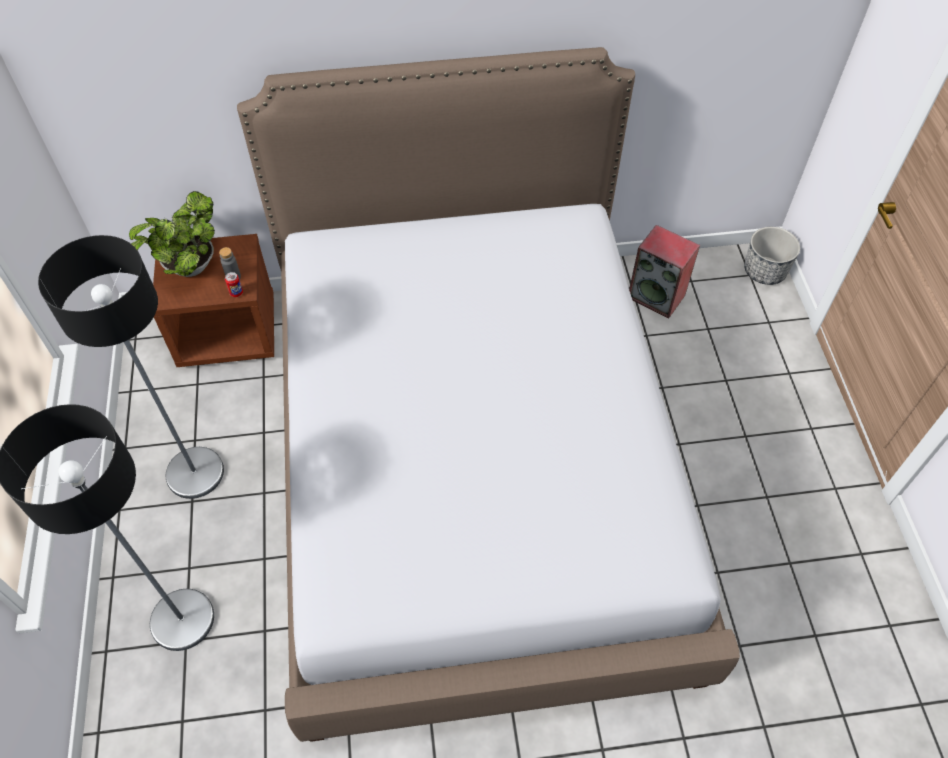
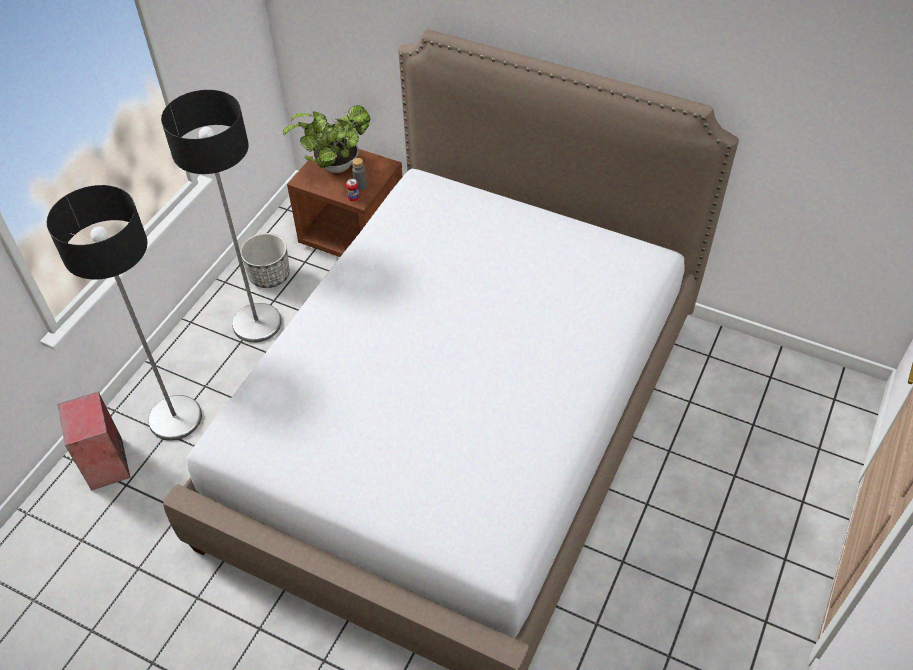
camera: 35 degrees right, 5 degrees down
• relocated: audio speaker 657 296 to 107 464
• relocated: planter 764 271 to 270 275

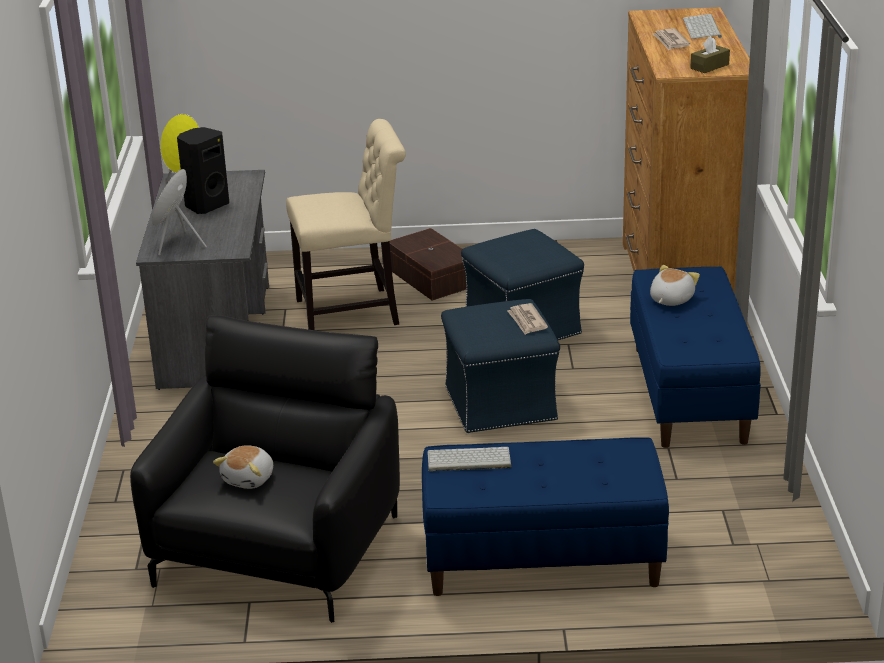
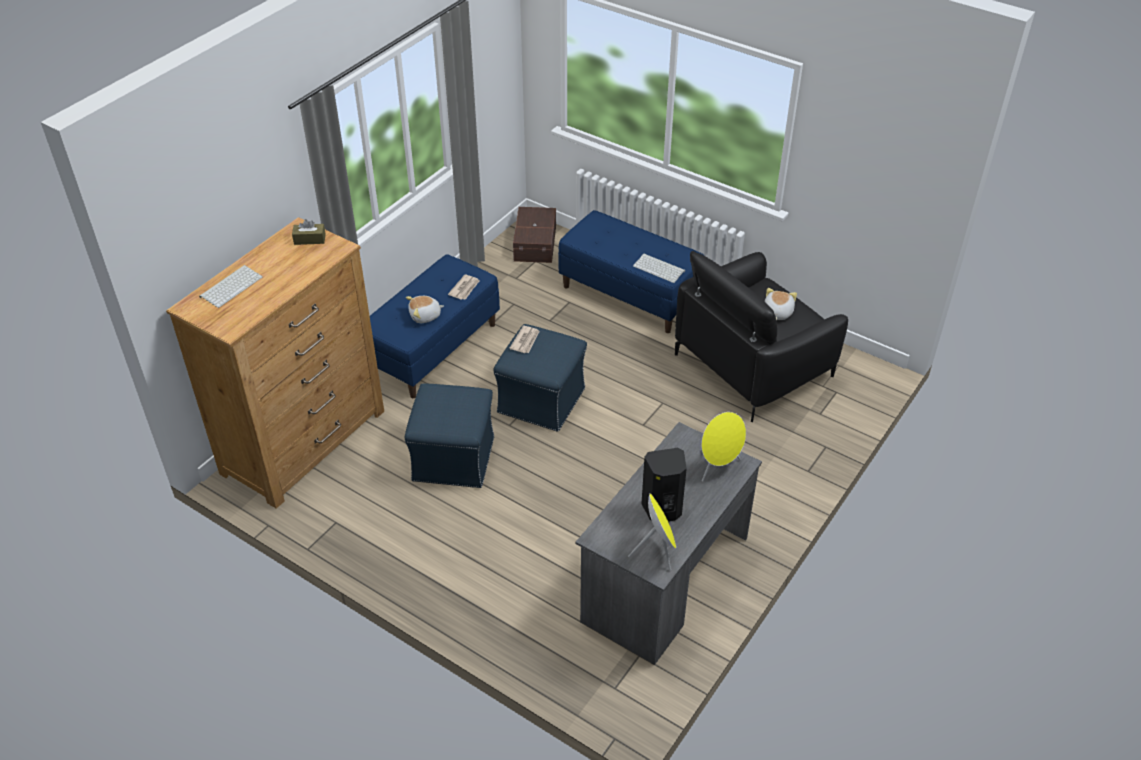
camera: 145 degrees left, 15 degrees up
• spun: soft toy 249 479 = 777 313 45 degrees counterclockwise
• missing: upright chair (sand-coloured) 354 312
• relocated: storage container (brownish) 431 278 to 536 243
• relocated: printed paper 670 41 to 465 288

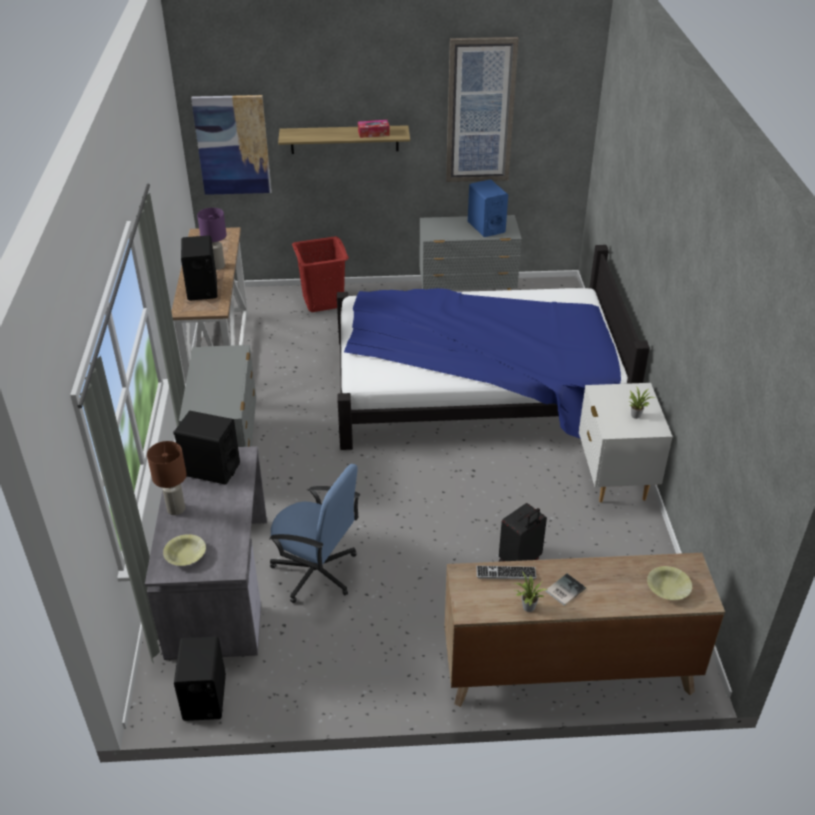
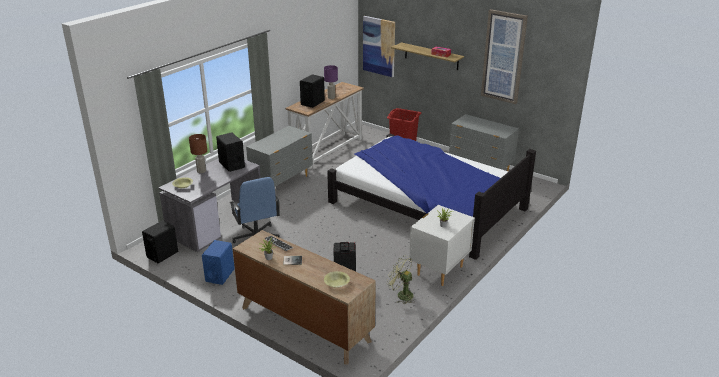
camera: 40 degrees right, 10 degrees down
• relocated: audio speaker (blue) 486 227 to 220 275
• appeared: electric fan (greenish) 401 295

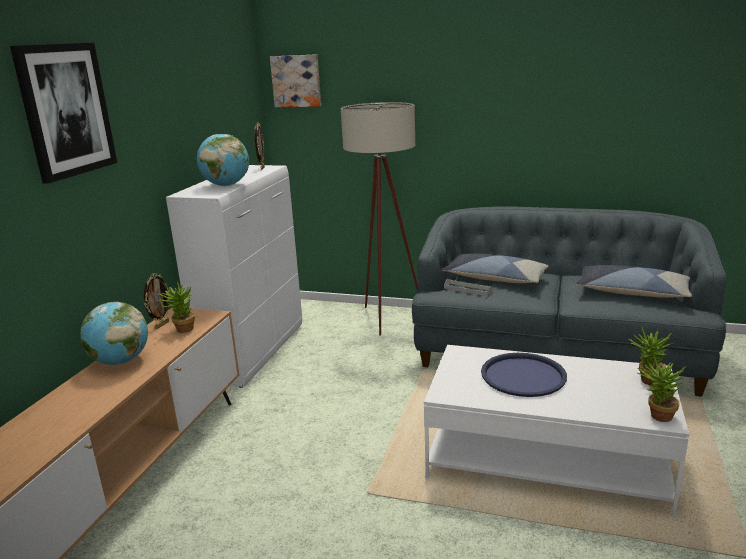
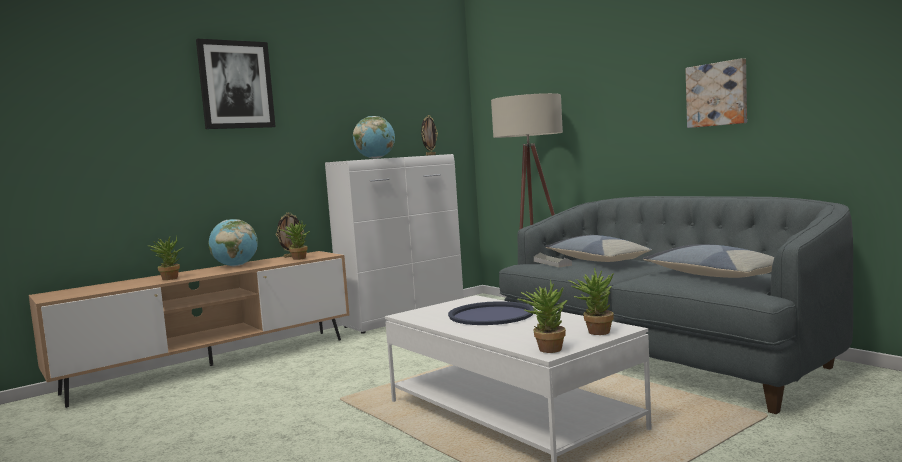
camera: 35 degrees right, 15 degrees down
• relocated: wall picture 296 81 to 717 94
• appeared: houseplant 169 278

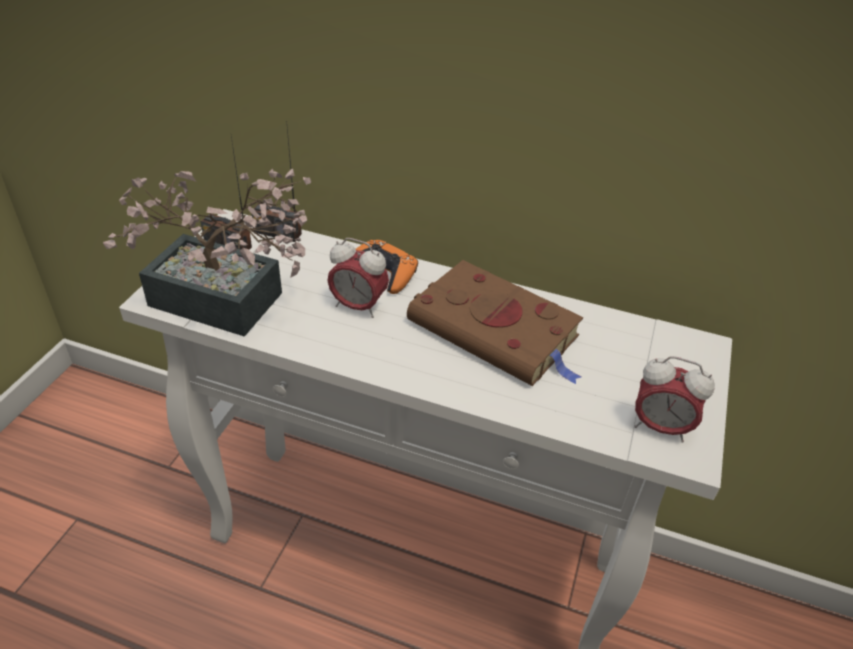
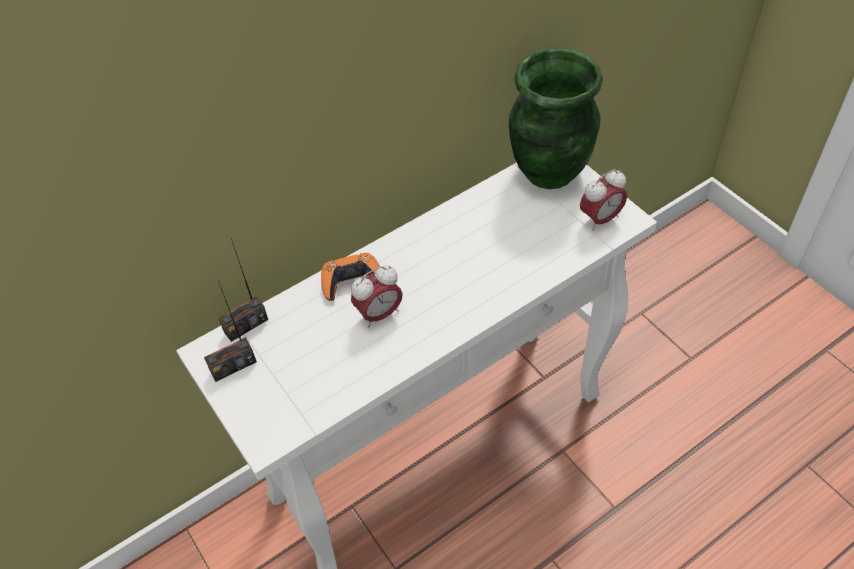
camera: 50 degrees left, 10 degrees up
• missing: houseplant 228 304
• missing: bound book (brownish) 497 331
• appeared: flower vase (greenish) 548 172

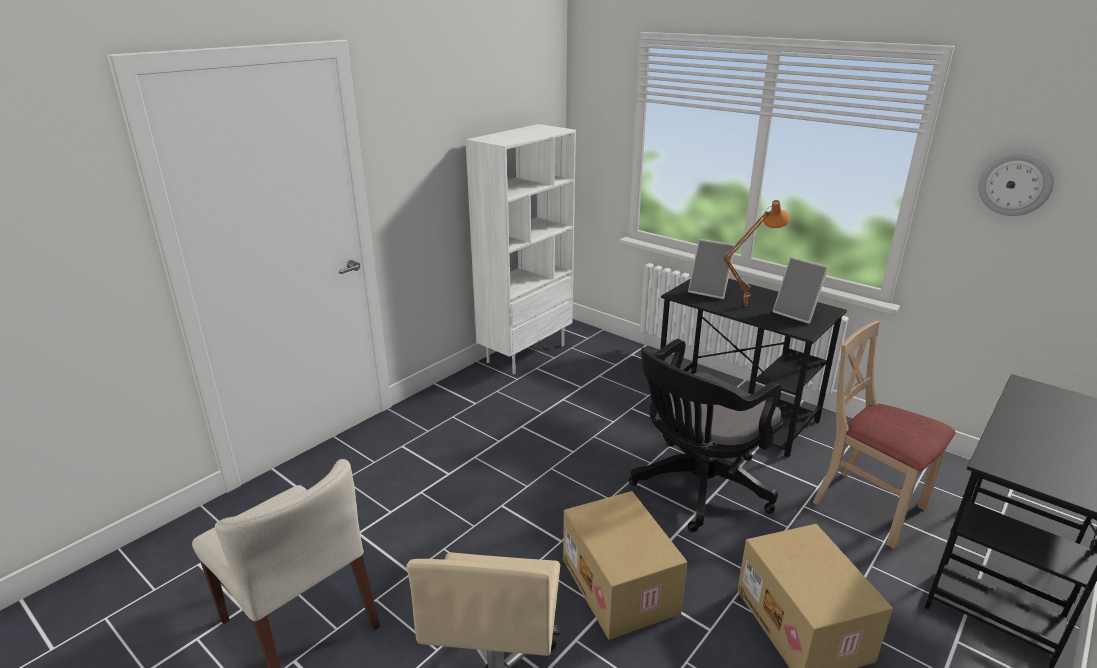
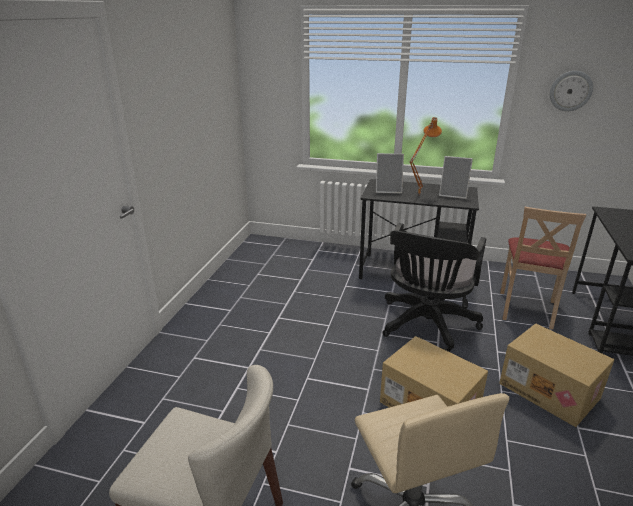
camera: 25 degrees left, 0 degrees up
• missing: bookcase (white) 525 353
• spun: upright chair (sand-coloured) 868 506 = 527 309 90 degrees counterclockwise

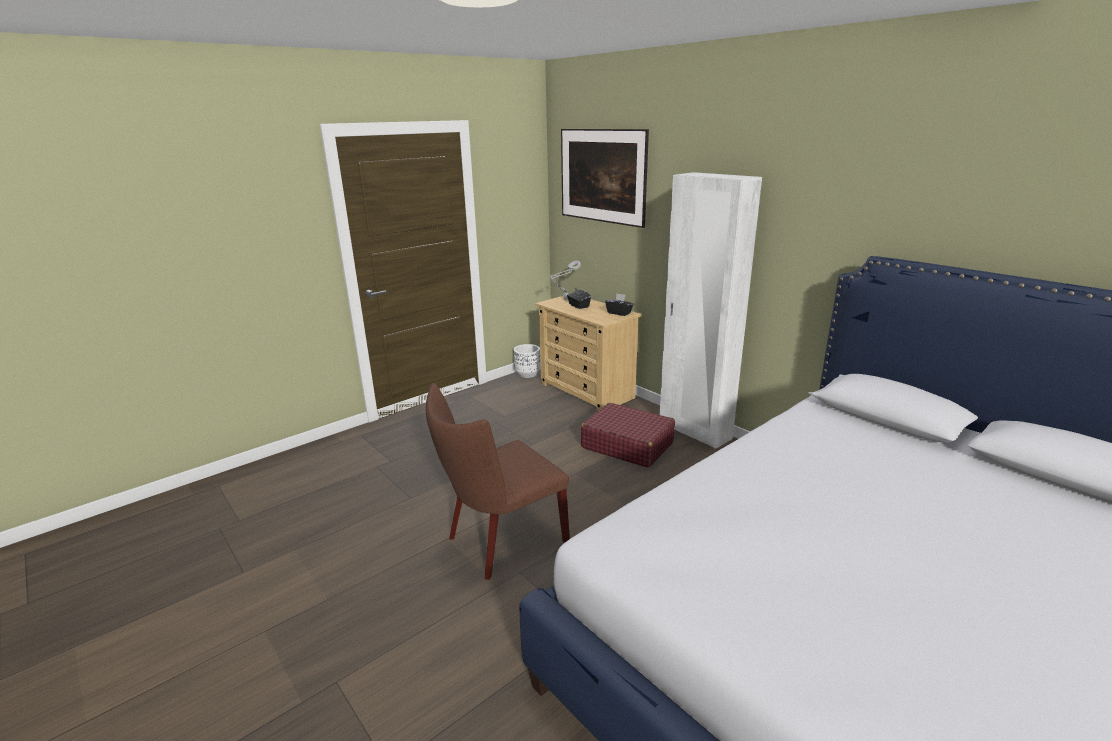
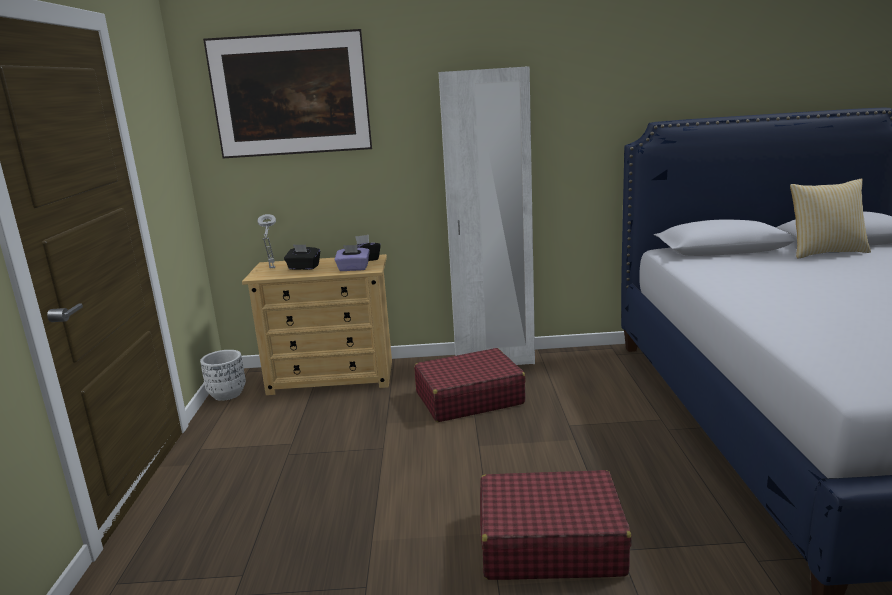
camera: 50 degrees left, 5 degrees down
• exchanged: upright chair (brownish) 500 542 to suitcase (reddish) 549 542
• appeared: tissue box (purple) 353 269
• appeared: pillow 825 252

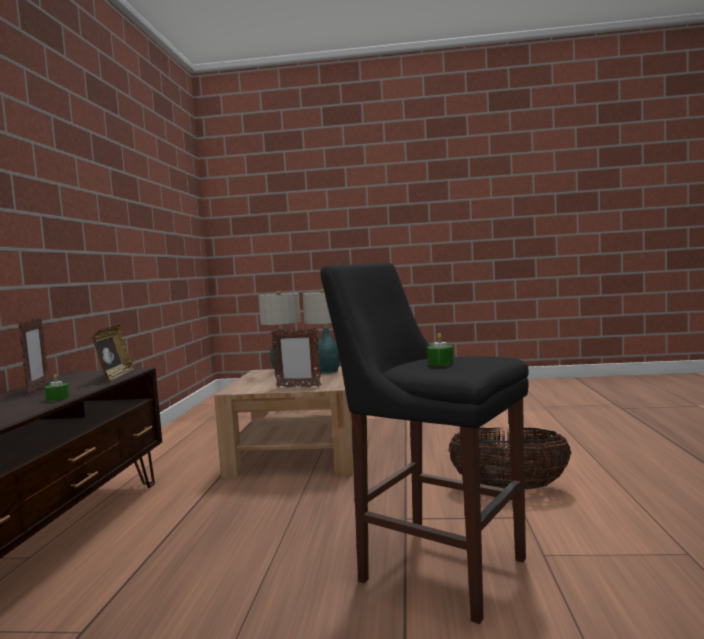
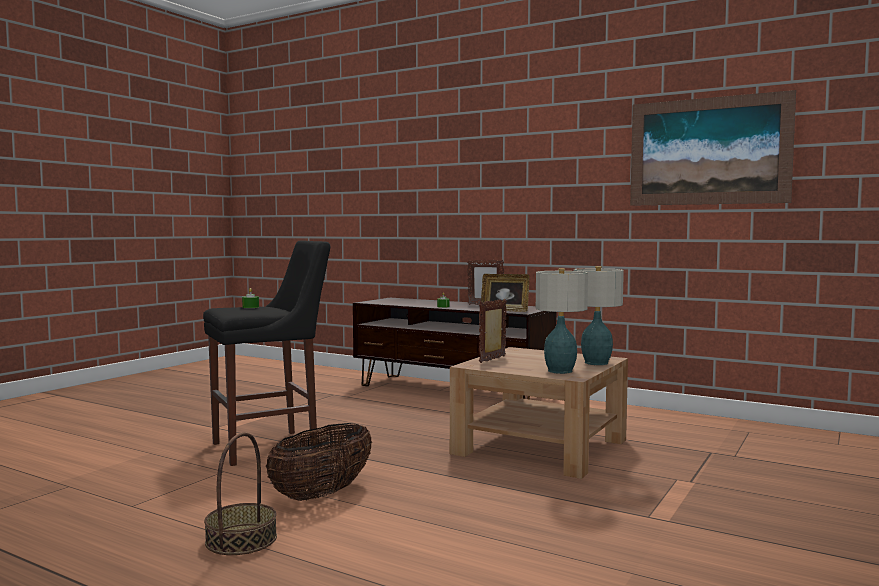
camera: 115 degrees right, 0 degrees up
• appeared: household basket 241 539
• appeared: wall picture 708 151

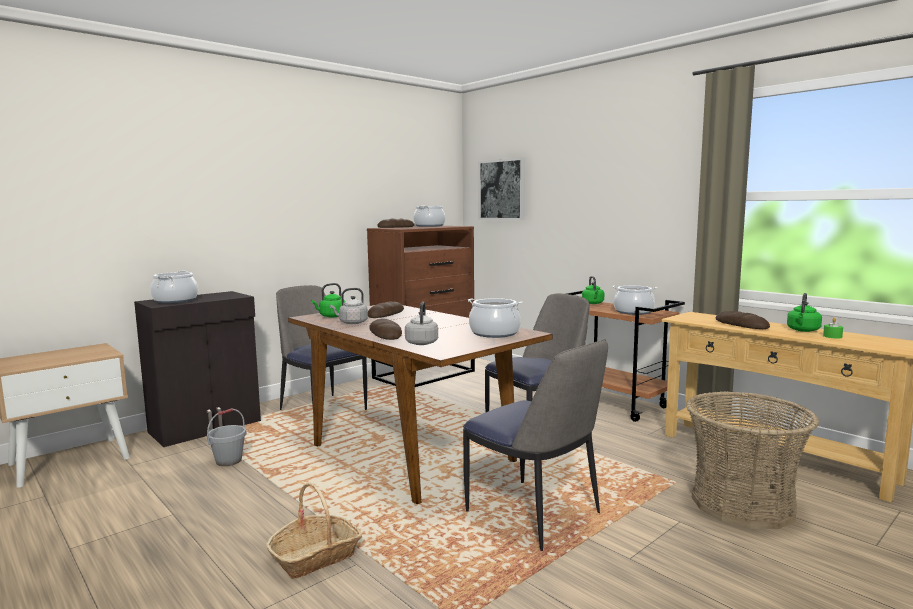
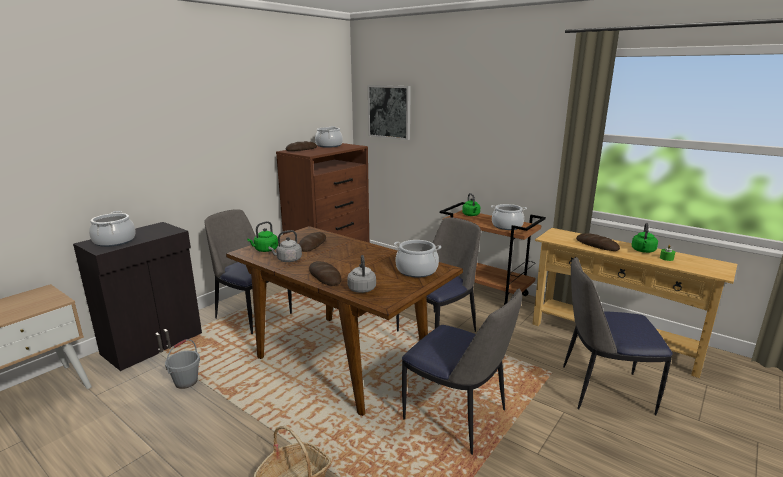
camera: 10 degrees left, 10 degrees up
• exchanged: household basket 742 504 to upright chair 602 389

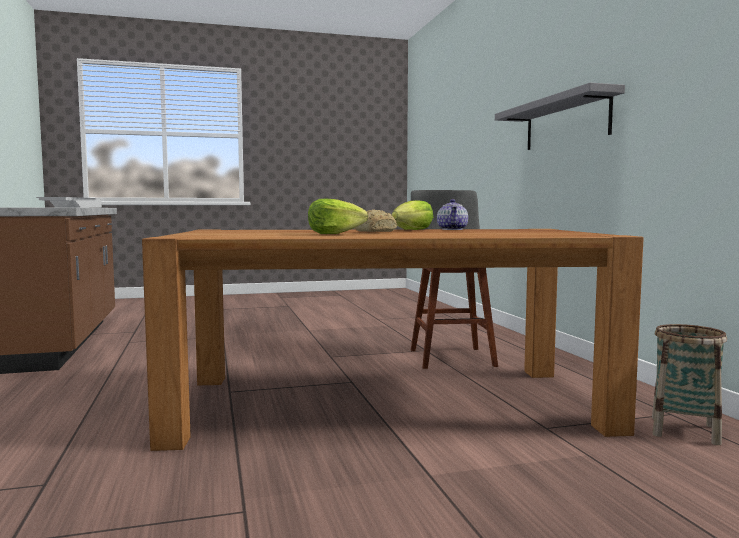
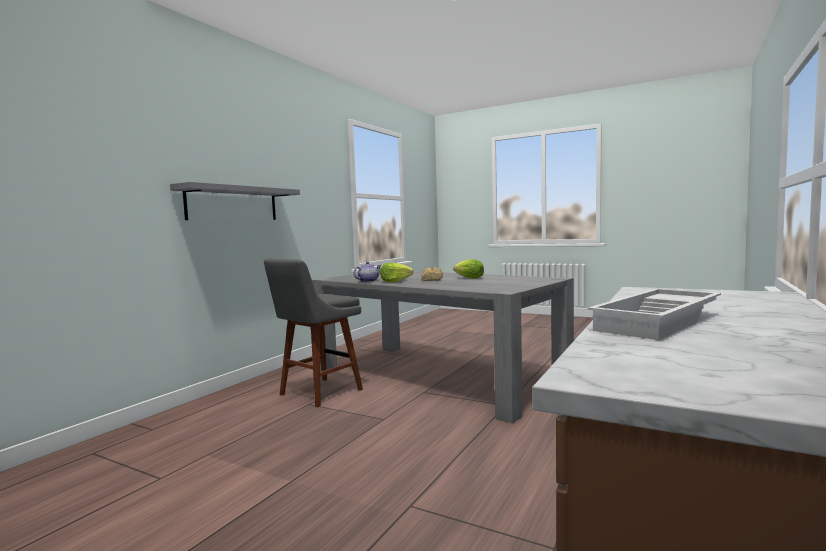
camera: 135 degrees left, 0 degrees up
• colour: dinner table (brownish) 386 403 to dinner table (grey) 437 376
• missing: household basket 684 430

